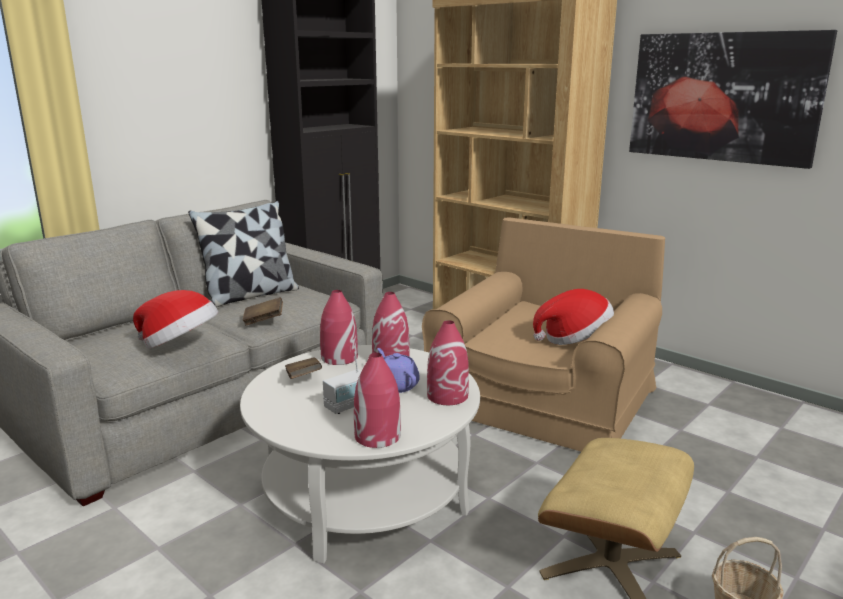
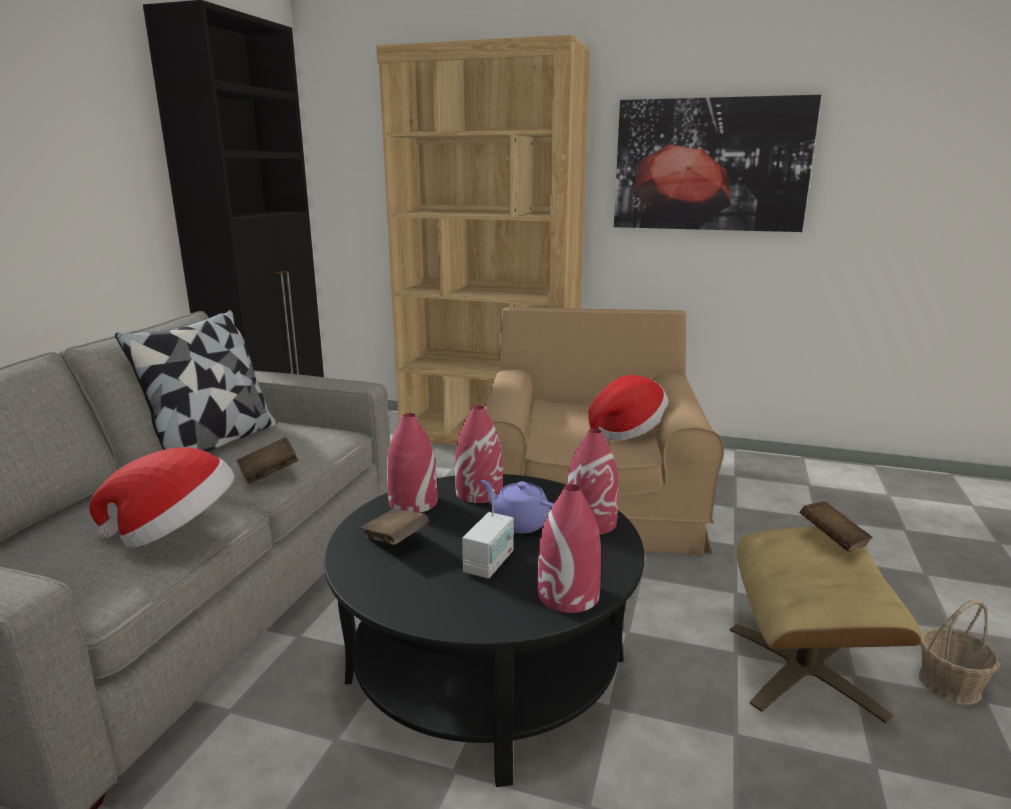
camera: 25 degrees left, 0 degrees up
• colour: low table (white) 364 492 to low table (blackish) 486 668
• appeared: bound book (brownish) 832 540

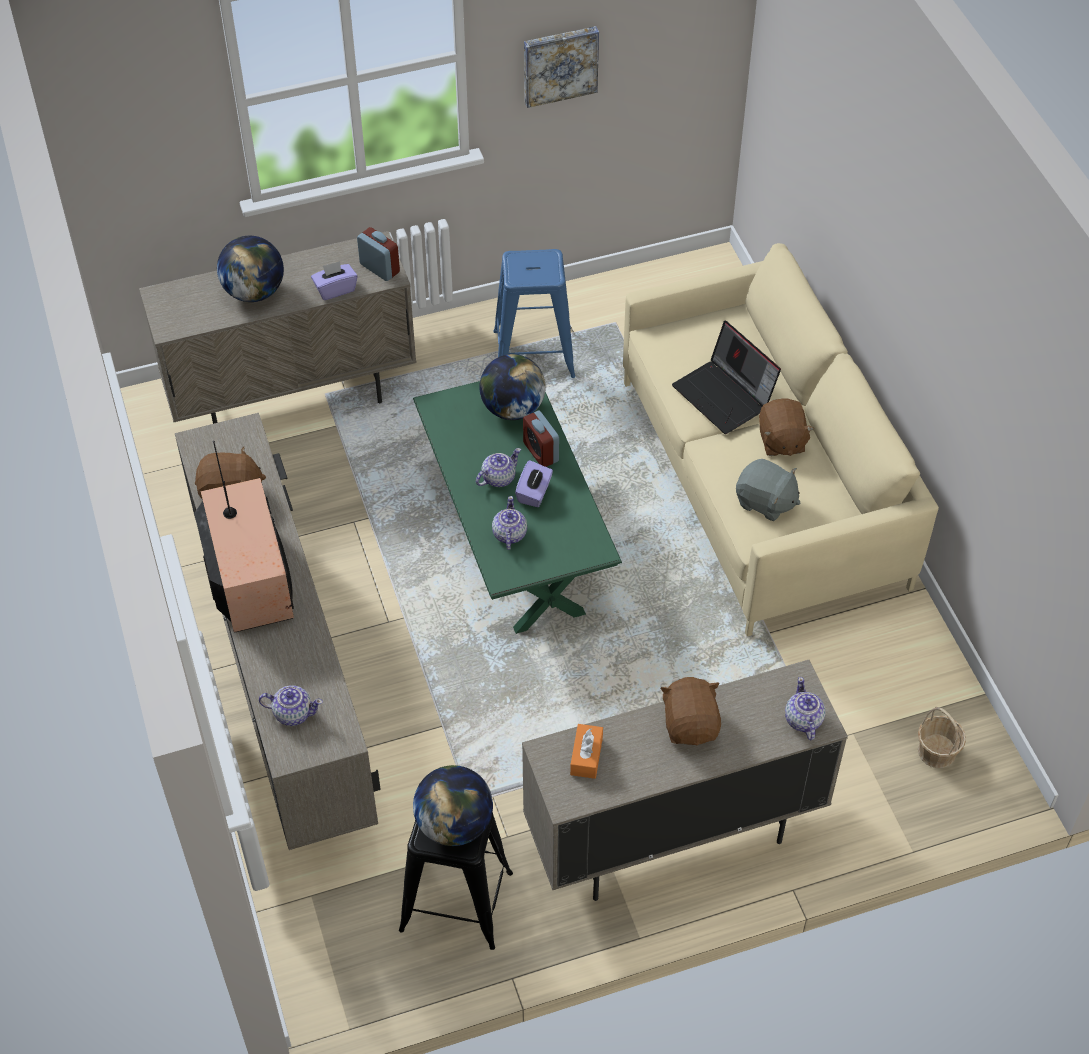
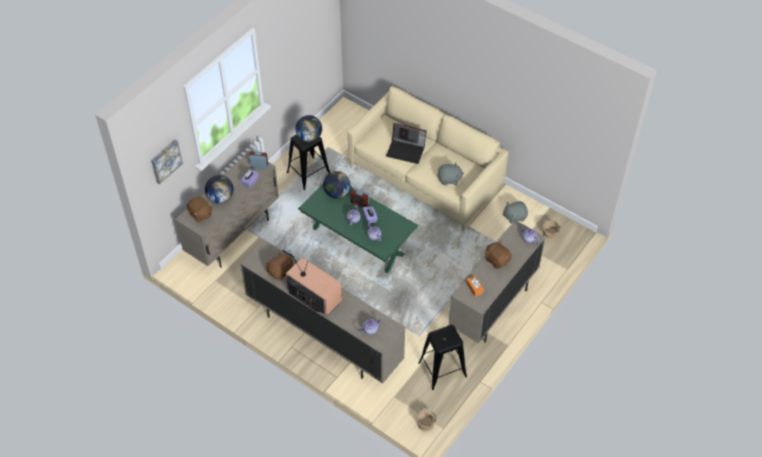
camera: 35 degrees left, 0 degrees up
• relocated: desk globe 454 824 to 309 137
• colour: sitting stool (blue) 534 354 to sitting stool (blackish) 308 173
• relocated: wall picture 559 64 to 165 160
• relocated: soft toy (brownish) 781 441 to 200 214
• appeared: household basket 425 424
• appeared: soft toy (grey) 514 216

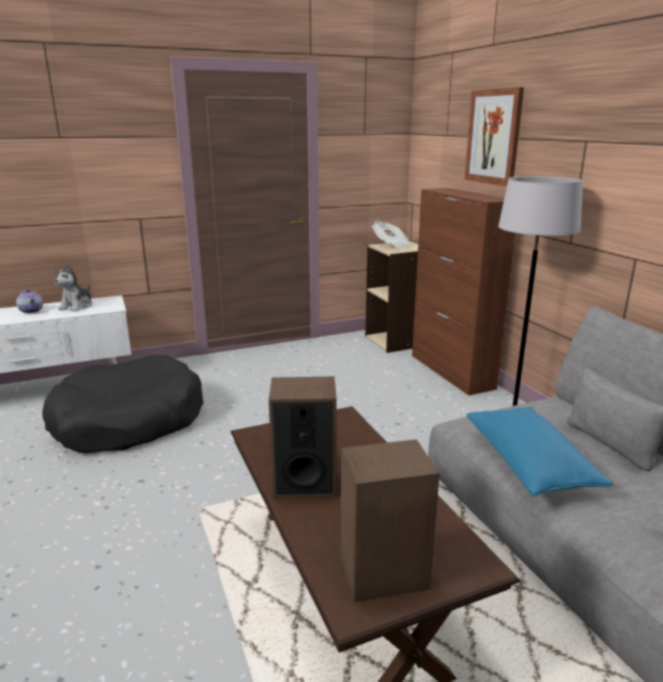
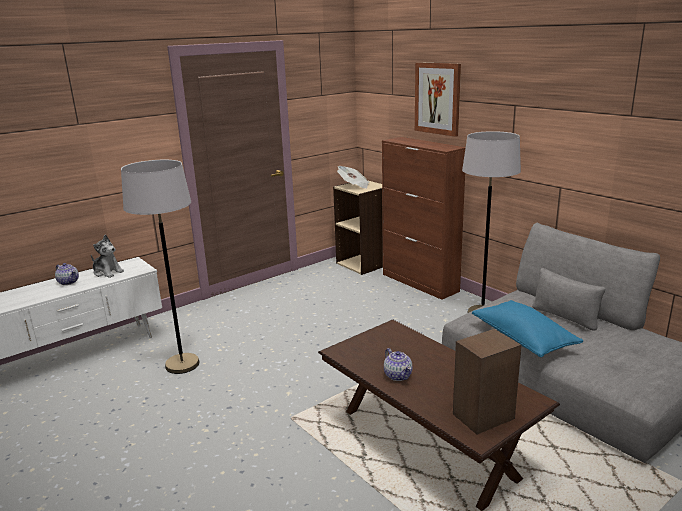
camera: 15 degrees left, 0 degrees up
• exchanged: dog bed (blackish) 128 421 to standing lamp (grey) 182 364
• spun: soft toy 77 306 = 107 272 60 degrees counterclockwise
• exchanged: audio speaker 304 482 to pot for tea 398 375

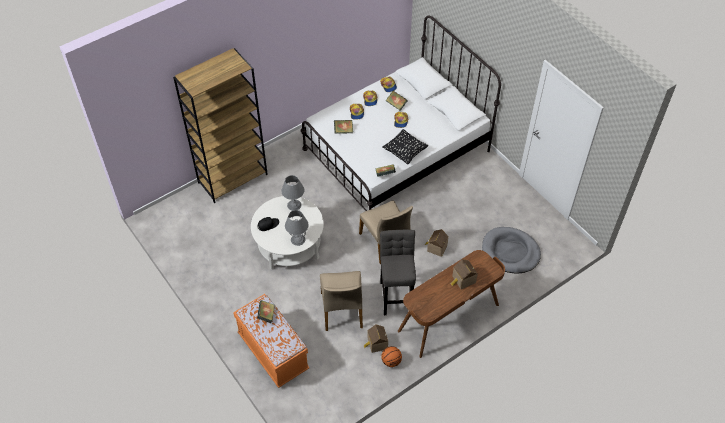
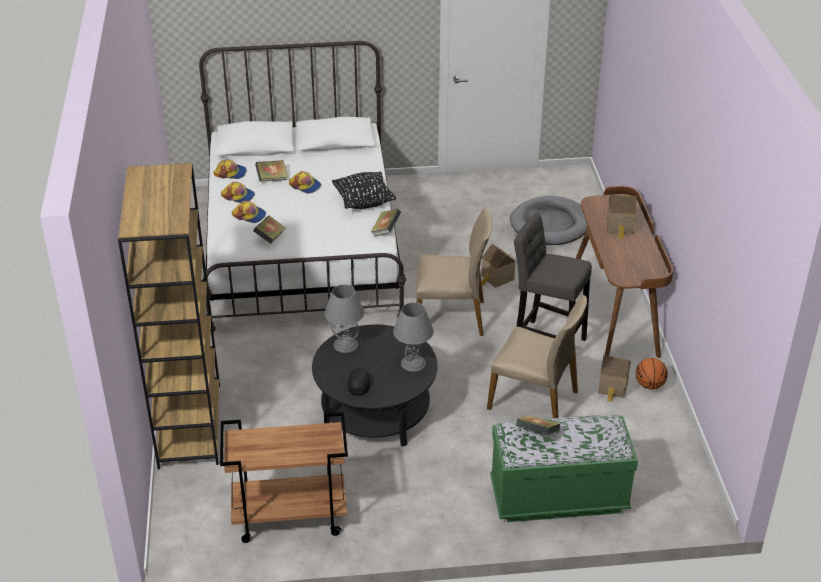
camera: 60 degrees left, 15 degrees down
• colour: bench (orange) 273 352 to bench (greenish) 558 497
• colour: low table (white) 289 245 to low table (blackish) 375 410
• appeared: wheeled cart (brownish) 289 518

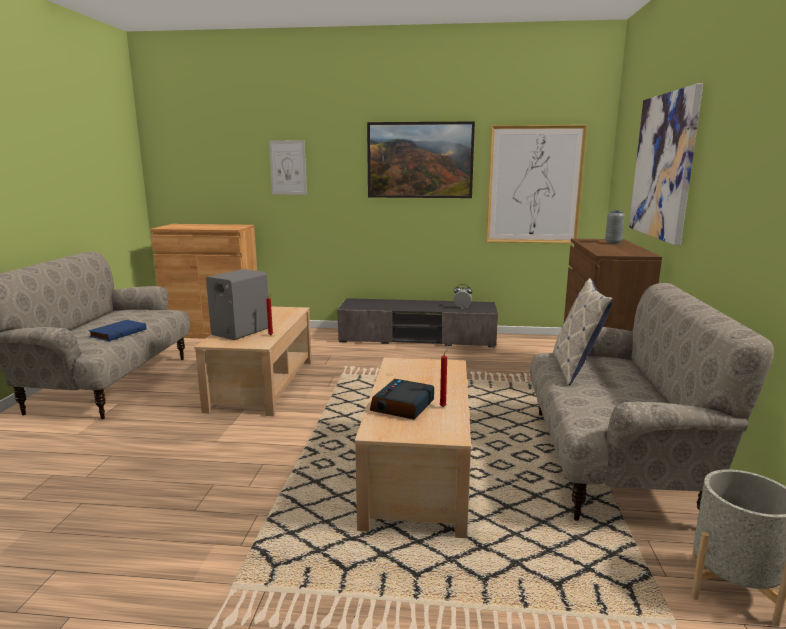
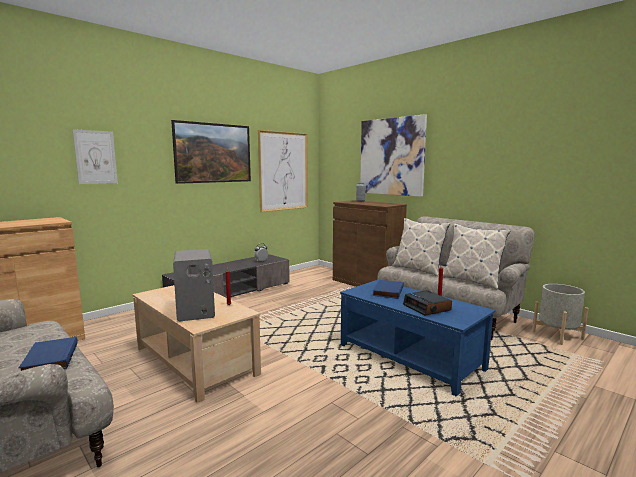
camera: 50 degrees left, 5 degrees down
• colour: low table (sand-coloured) 419 474 to low table (blue) 410 357
• appeared: bound book (blue) 387 291
• appeared: pillow 472 281

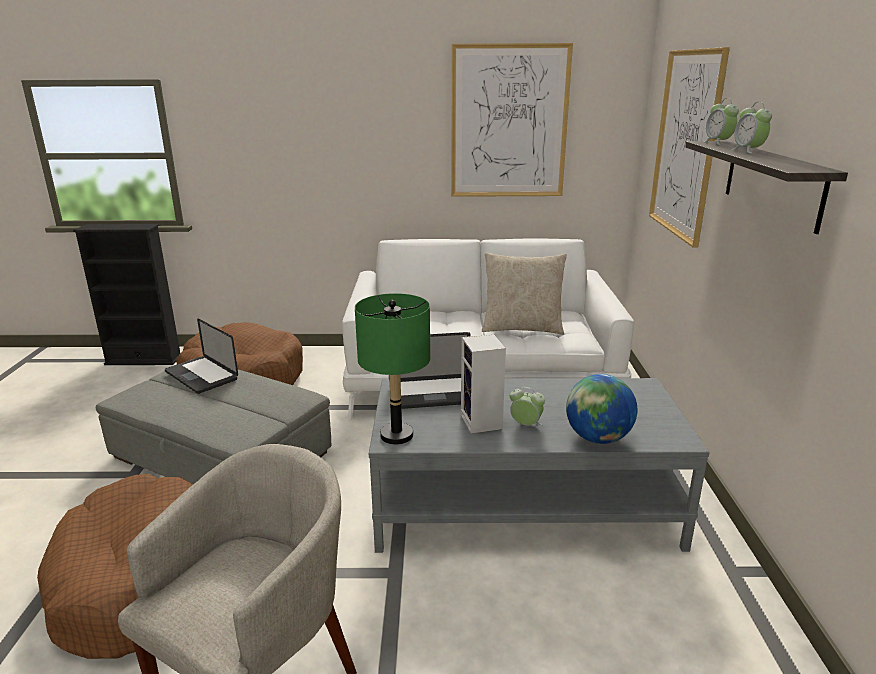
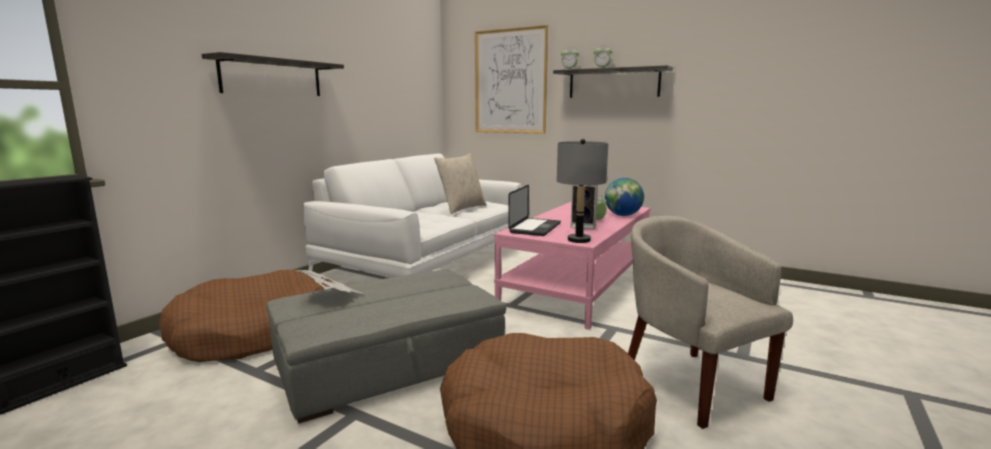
camera: 60 degrees left, 10 degrees down
• exchanged: portable computer 201 376 to printed paper 331 297
• colour: lamp for a table (greenish) 396 435 to lamp for a table (grey) 579 240
• colour: low table (grey) 524 504 to low table (pink) 578 285
• missing: wall picture 509 122
• appeared: bracket shelf 272 77

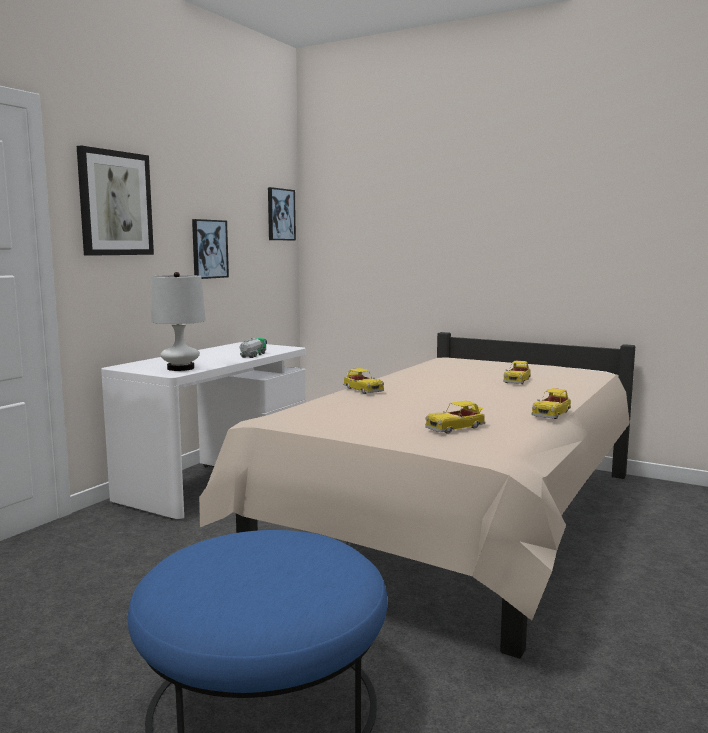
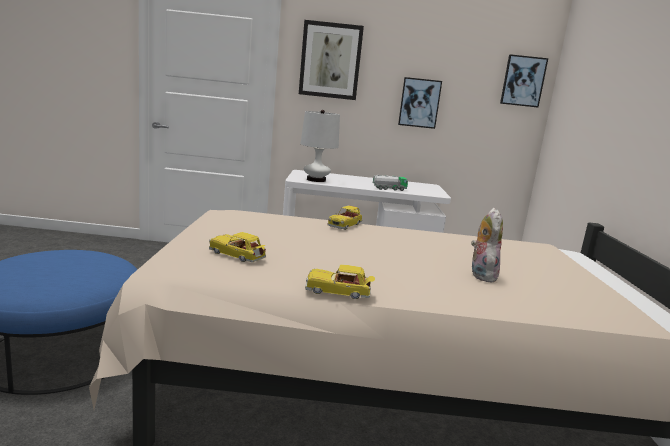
camera: 60 degrees right, 5 degrees up
• exchanged: miniature car 517 381 to soft toy 480 275

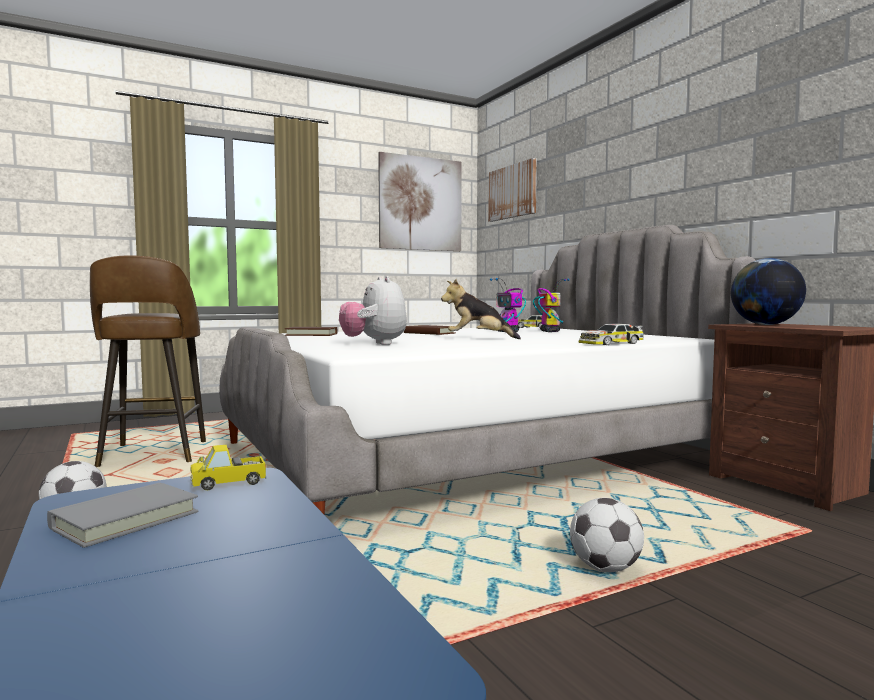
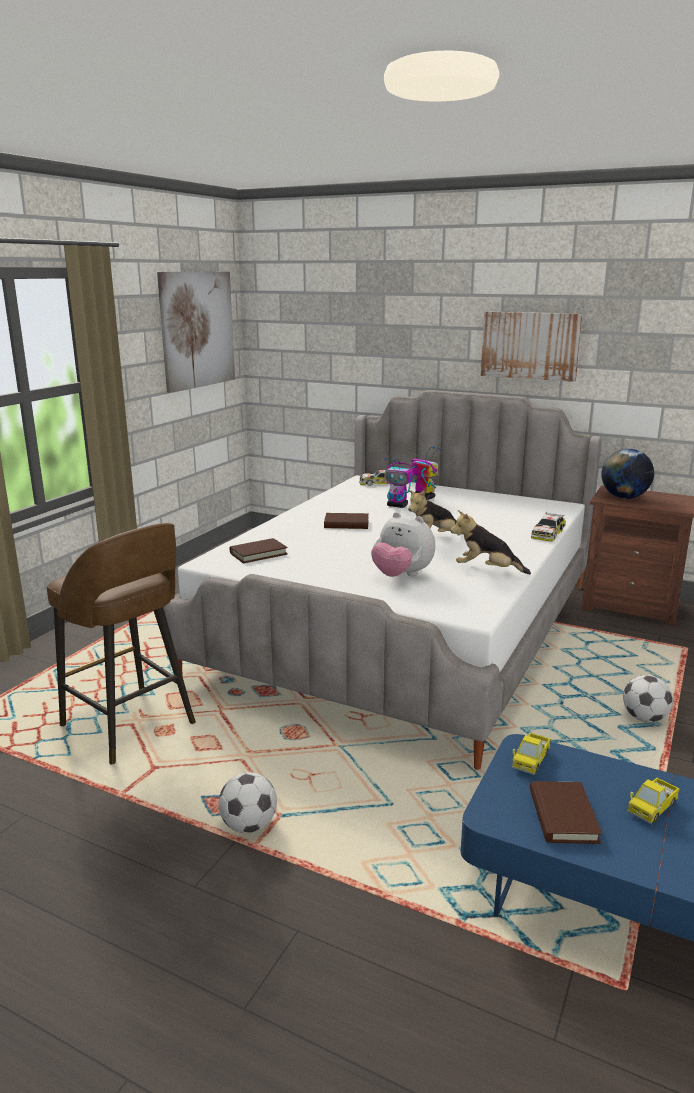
camera: 35 degrees left, 15 degrees up
• colour: bound book (grey) 125 520 to bound book (brownish) 563 816
• relocated: wall picture 512 191 to 530 345
• appeared: soft toy 487 570
• appeared: toy lorry 652 808

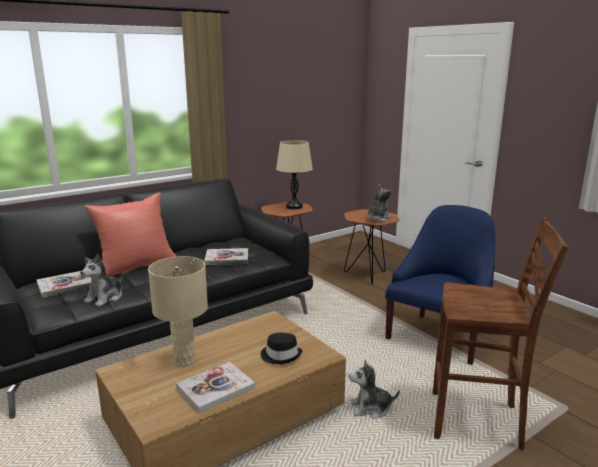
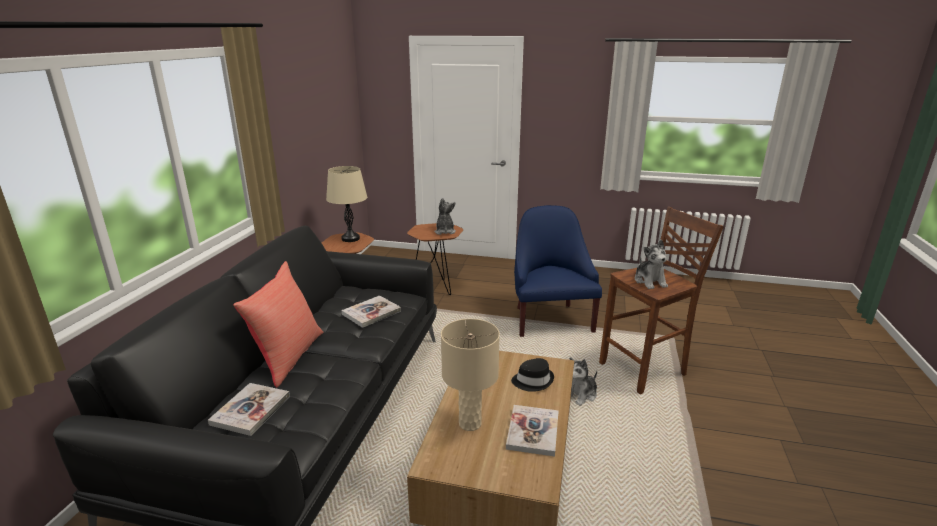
camera: 40 degrees left, 5 degrees up
• relocated: soft toy 105 298 to 650 281

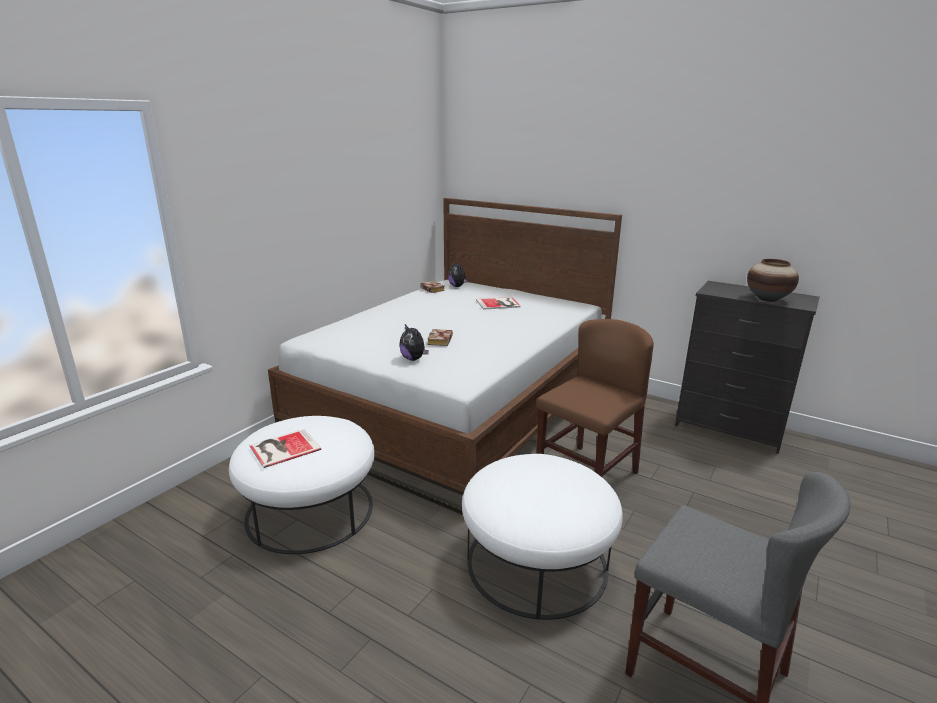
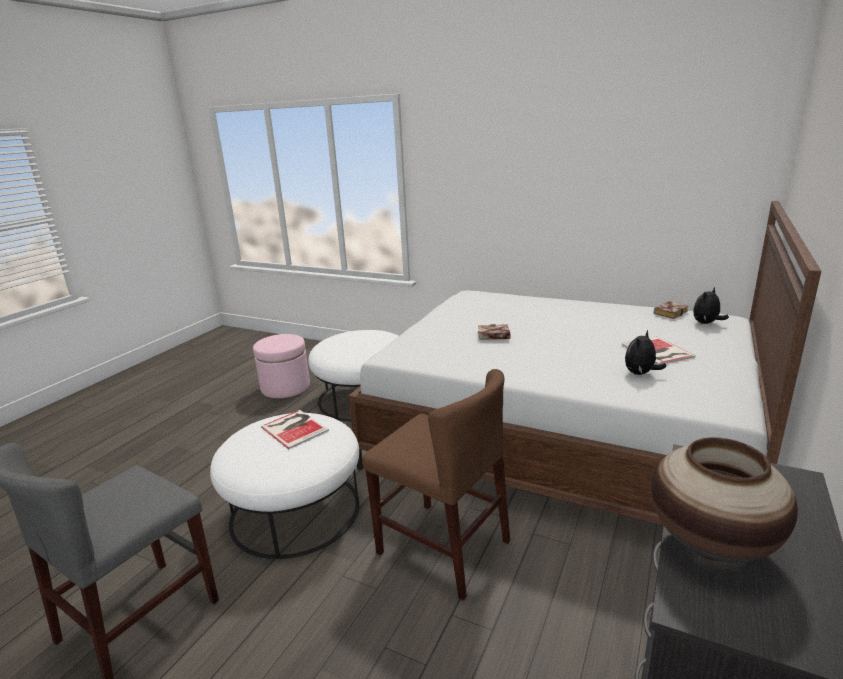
camera: 85 degrees right, 0 degrees up
• relocated: bound book 283 448 to 295 428
• relocated: soft toy 414 359 to 640 374
• appeared: footrest (pink) 285 387

